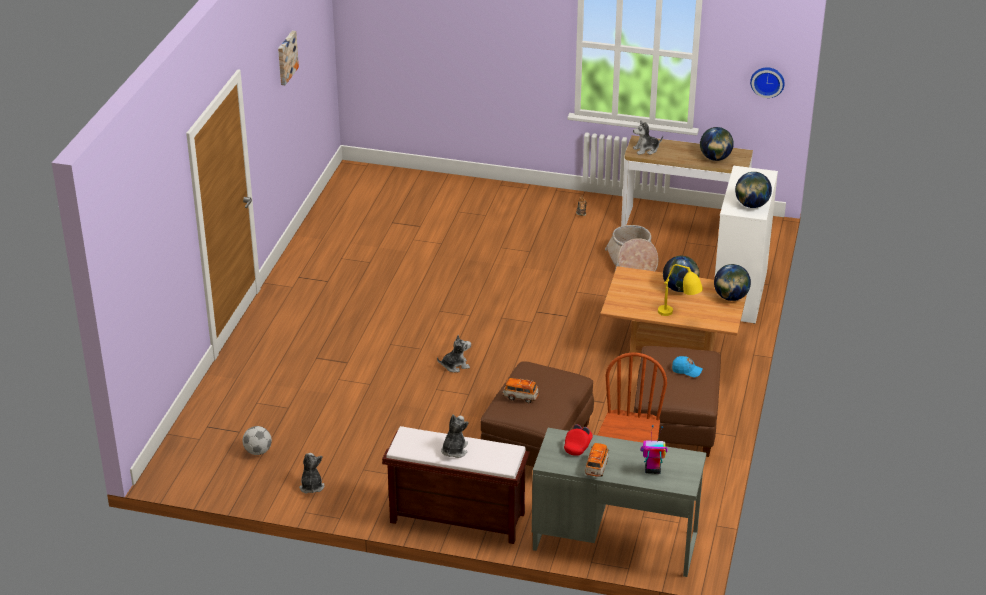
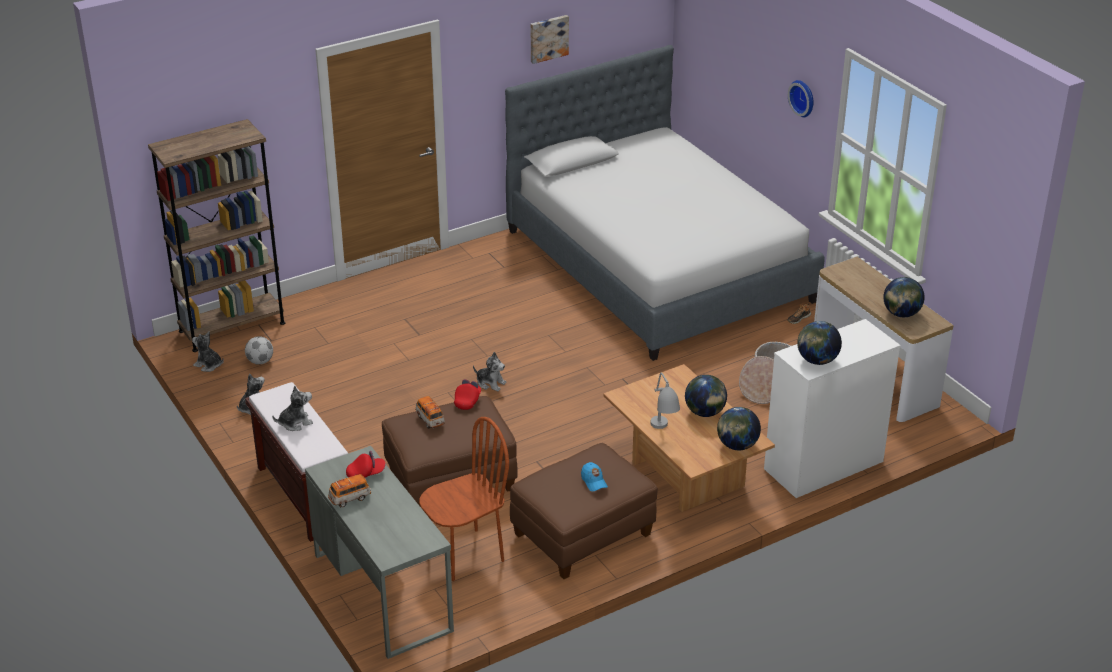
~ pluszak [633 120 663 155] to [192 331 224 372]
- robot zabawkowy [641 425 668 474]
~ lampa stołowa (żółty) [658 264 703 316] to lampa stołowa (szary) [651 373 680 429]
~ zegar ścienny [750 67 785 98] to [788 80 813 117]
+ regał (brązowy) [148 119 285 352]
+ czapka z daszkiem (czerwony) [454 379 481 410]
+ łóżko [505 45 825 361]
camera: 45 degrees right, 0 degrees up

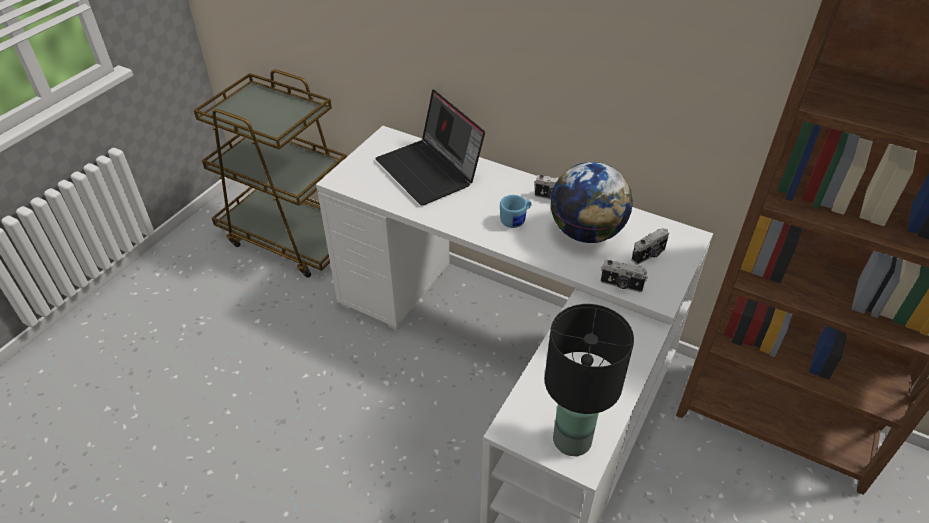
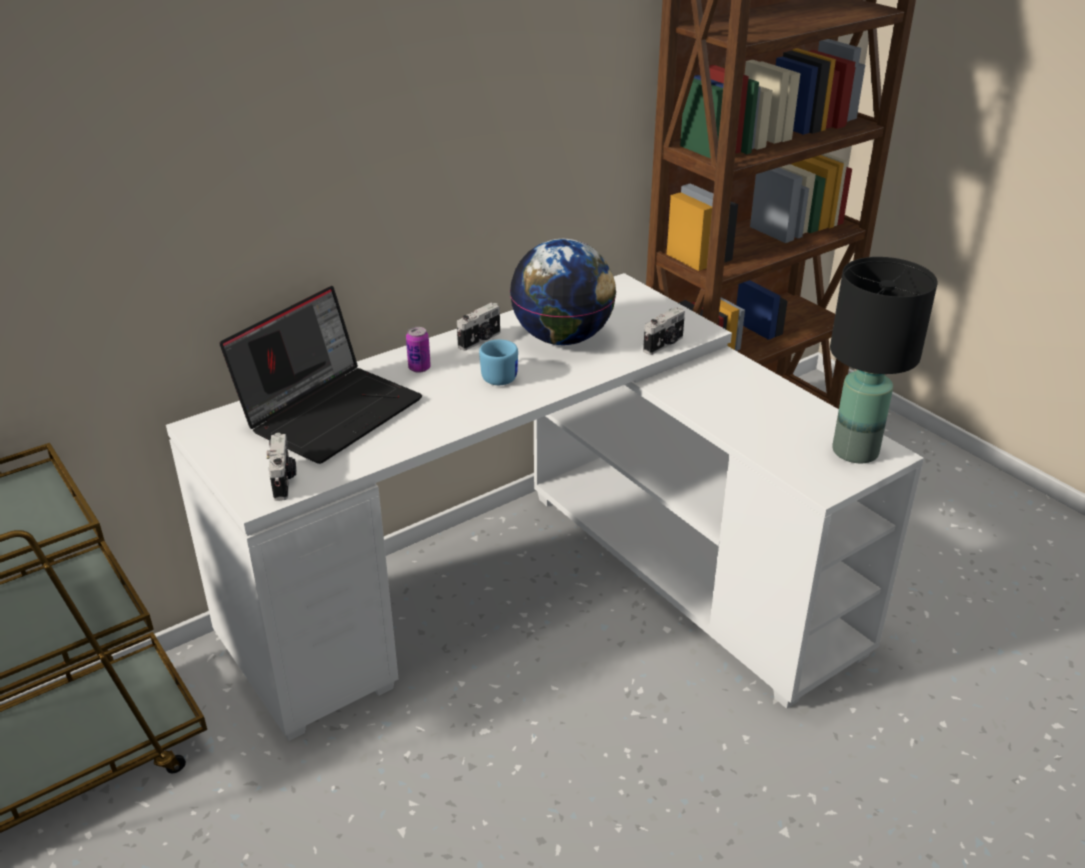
~ laptop [375 90 485 206] = [220 286 422 464] 45 degrees counterclockwise
~ aparat fotograficzny [631 228 669 265] to [267 433 296 501]
+ puszka [406 327 431 373]
camera: 65 degrees left, 10 degrees down

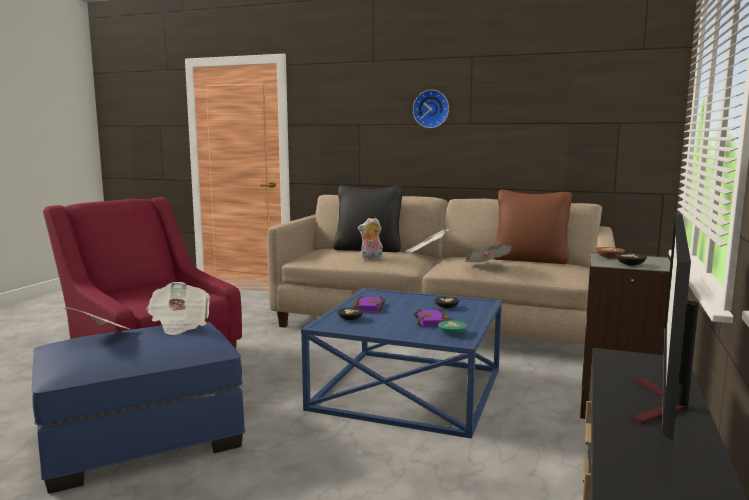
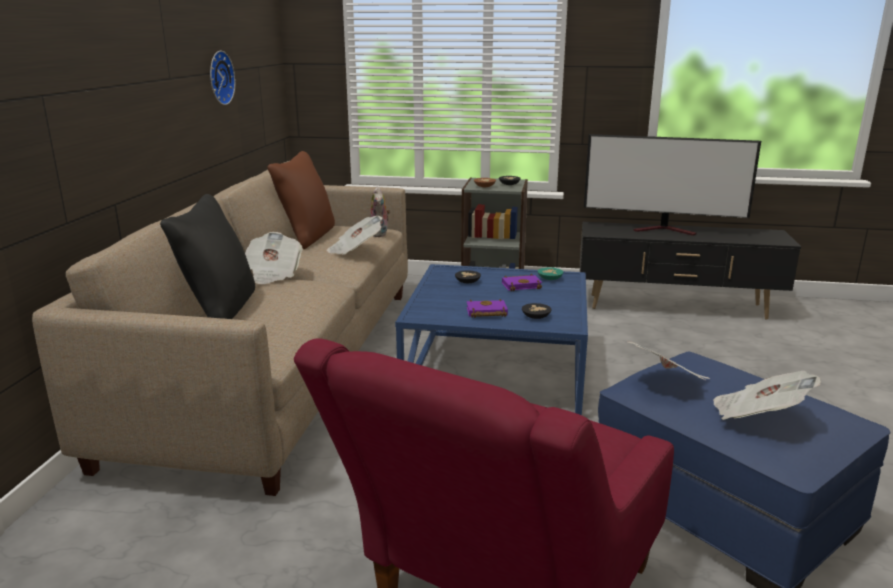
~ pluszak [358 218 383 260] to [371 186 390 237]
~ zegar ścienny [413 90 449 128] to [210 51 236 105]
camera: 100 degrees left, 10 degrees up

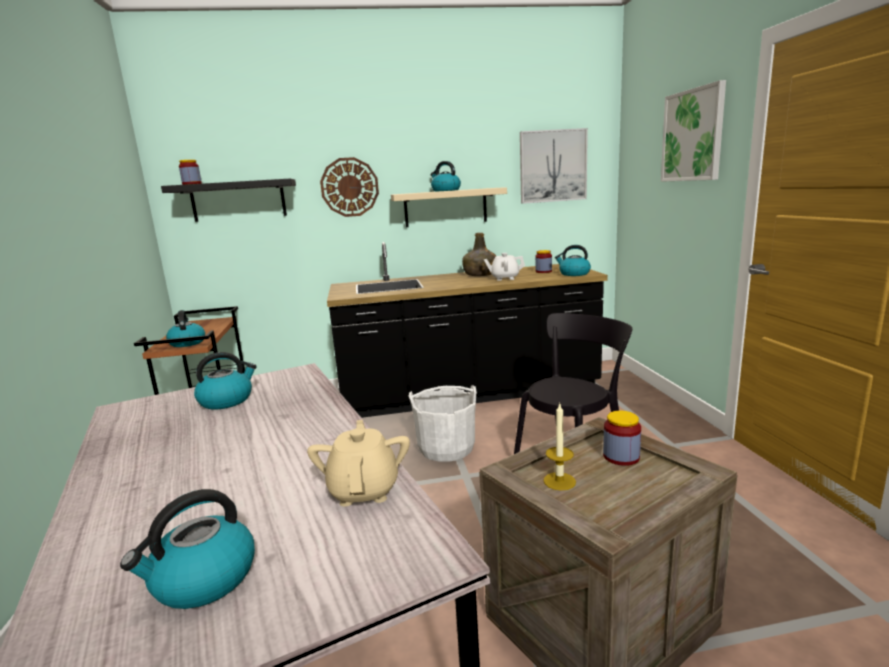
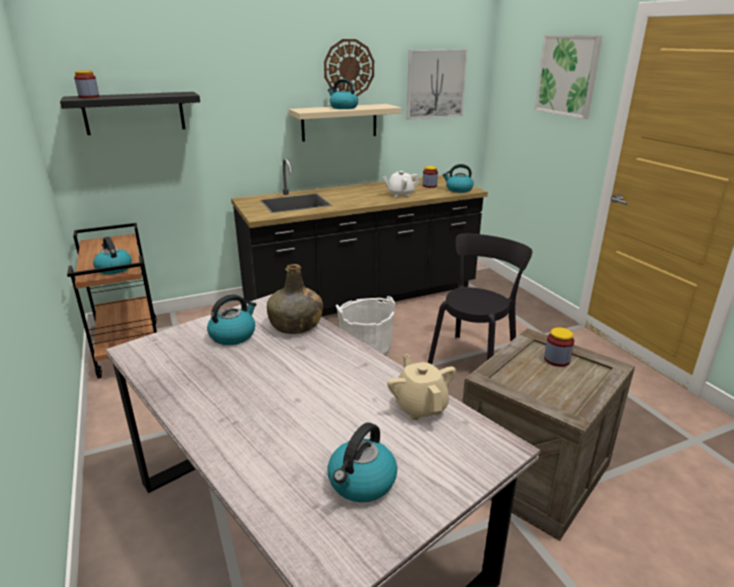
~ zegar ścienny [320 157 379 217] to [324 39 374 97]
~ butelka (zielony) [462 233 496 276] to [267 264 323 334]
- świeca [543 402 576 491]
camera: 15 degrees left, 10 degrees up

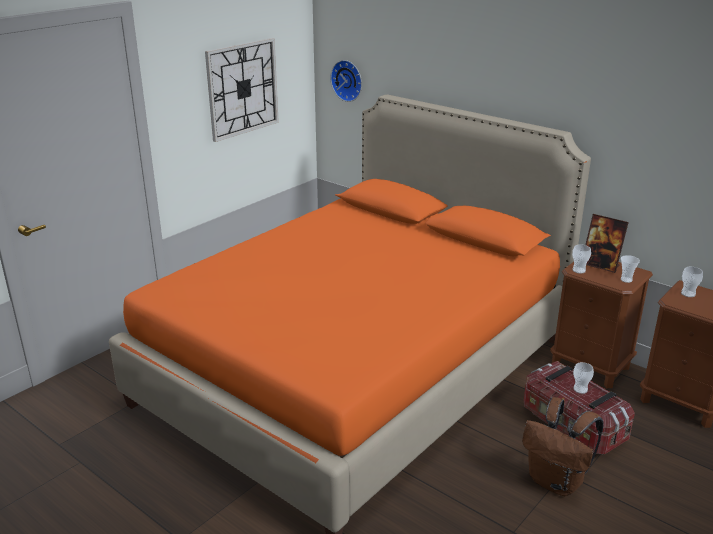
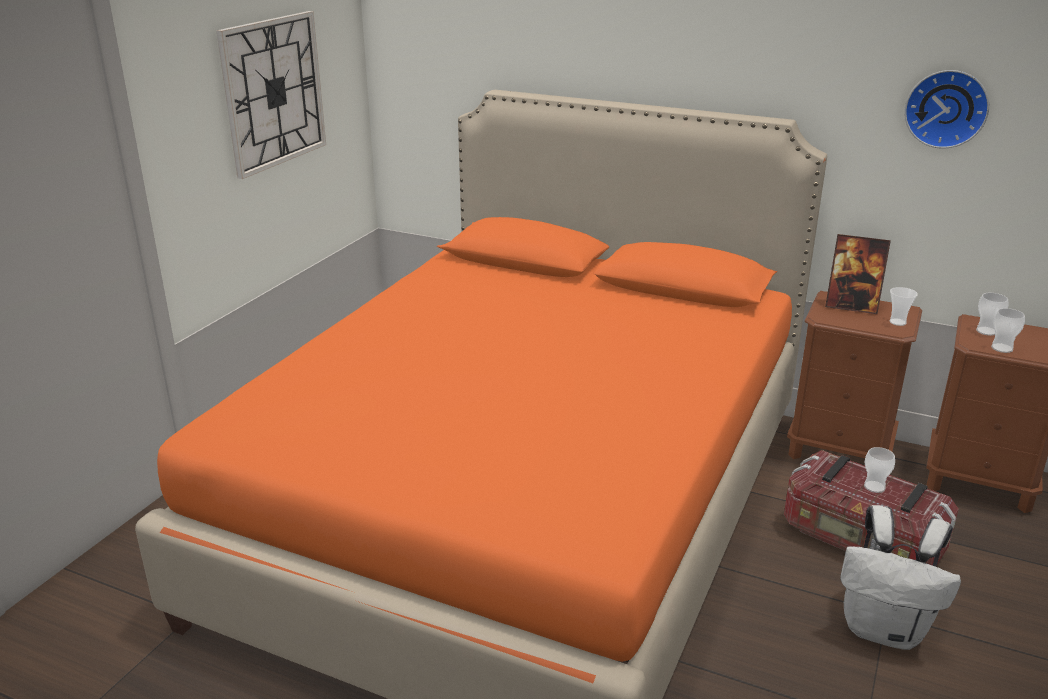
~ zegar ścienny [330 60 362 102] to [904 70 989 148]
~ plecak (brązowy) [522 397 604 496] to plecak (biały) [840 505 961 650]
~ filiżanka [572 245 591 274] to [991 308 1025 353]
camera: 15 degrees left, 0 degrees up

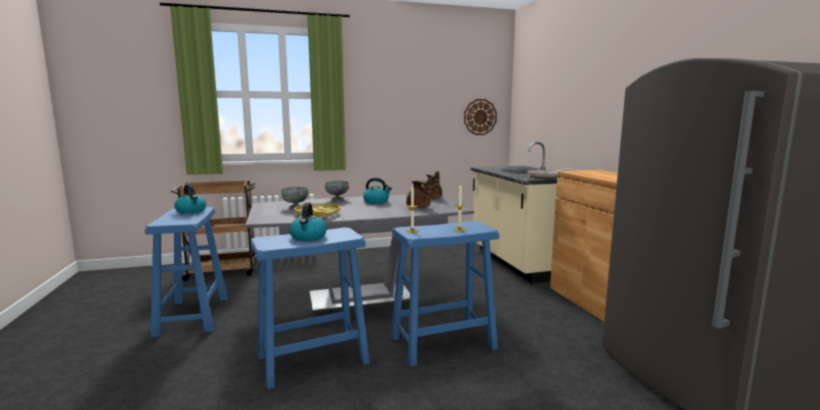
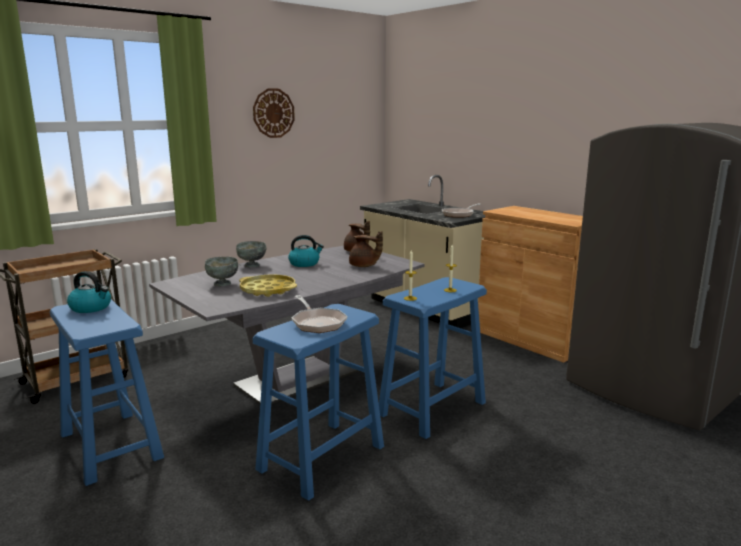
~ czajnik [289 202 327 241] to patelnia [292 295 347 333]
~ zegar ścienny [464 99 497 135] to [253 88 295 138]
camera: 25 degrees left, 5 degrees up

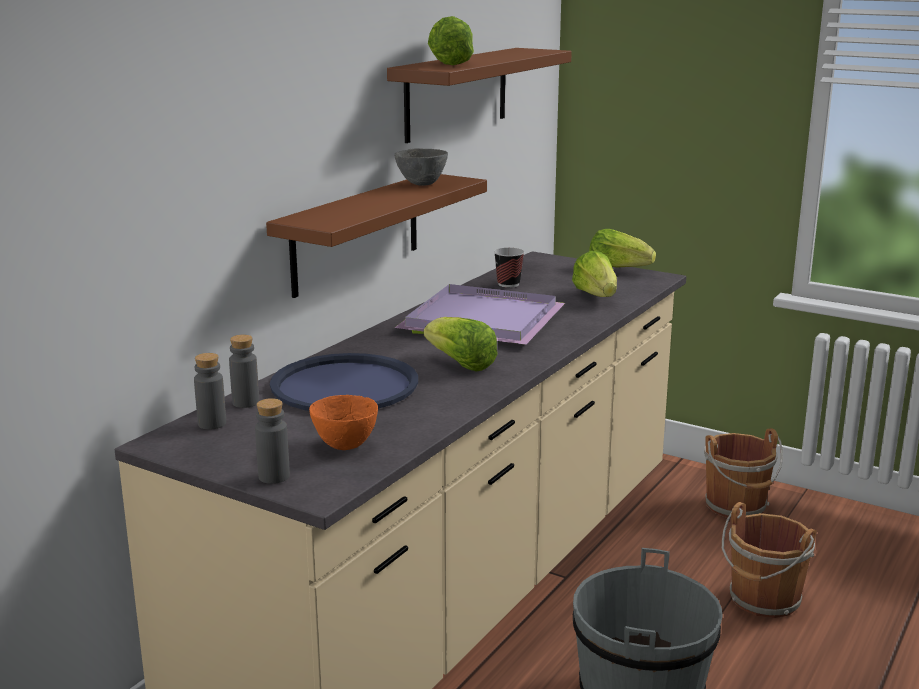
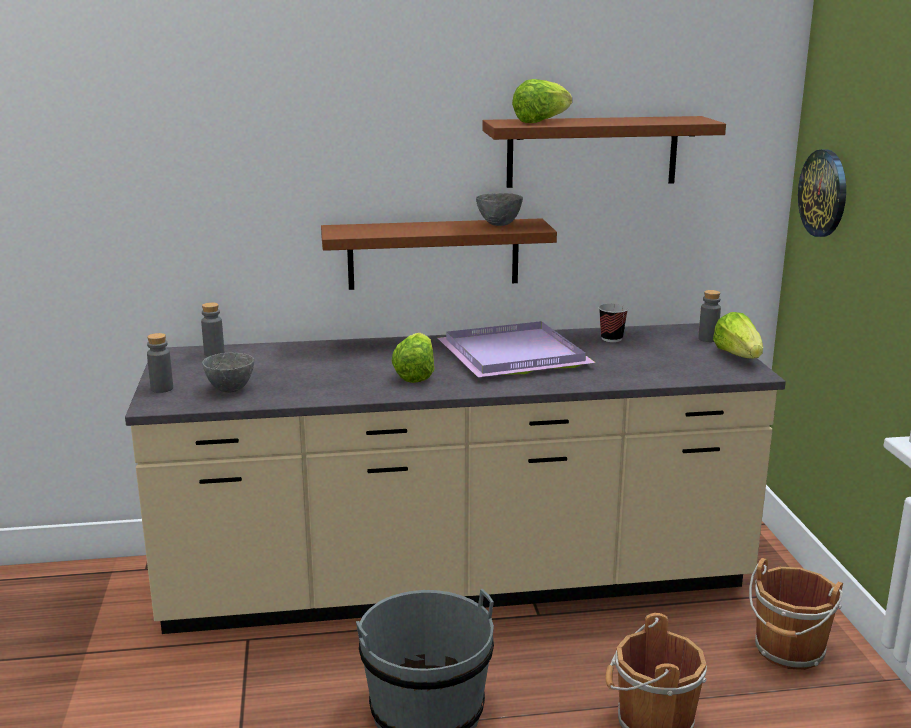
~ butelka (szary) [229 335 259 408] to [698 290 721 342]
- taca (niebieski) [270 353 418 411]
~ miska (pomarańczowy) [309 395 378 450] to miska (szary) [202 353 254 392]
- sałata [572 251 617 297]
+ zegar ścienny [798 149 846 237]
camera: 50 degrees right, 0 degrees up

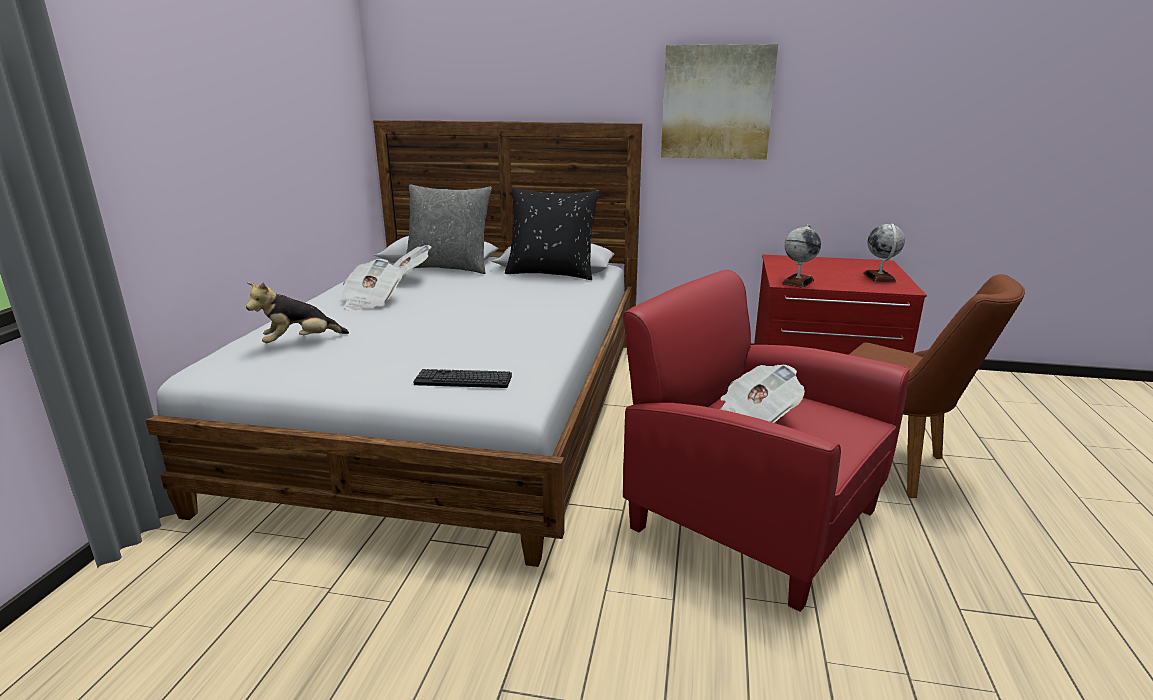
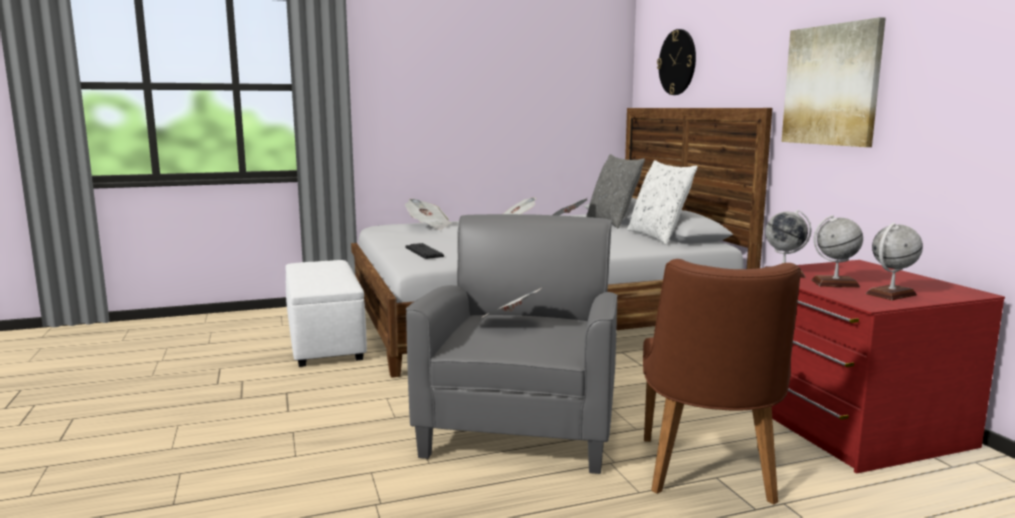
~ pluszak [246 282 349 343] to gazeta [405 199 451 230]
~ poduszka (czarny) [505 188 600 280] to poduszka (biały) [627 160 698 245]
~ fotel (czerwony) [623 270 910 612] to fotel (szary) [406 214 618 474]
+ pufa (biały) [285 260 367 367]
+ zegar ścienny [657 29 696 95]
+ globus [811 215 863 287]
camera: 60 degrees right, 10 degrees down

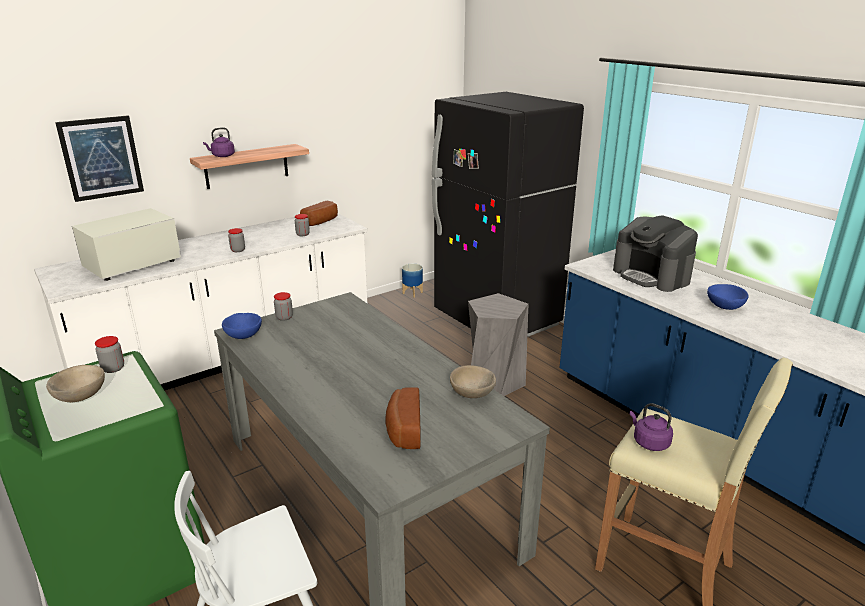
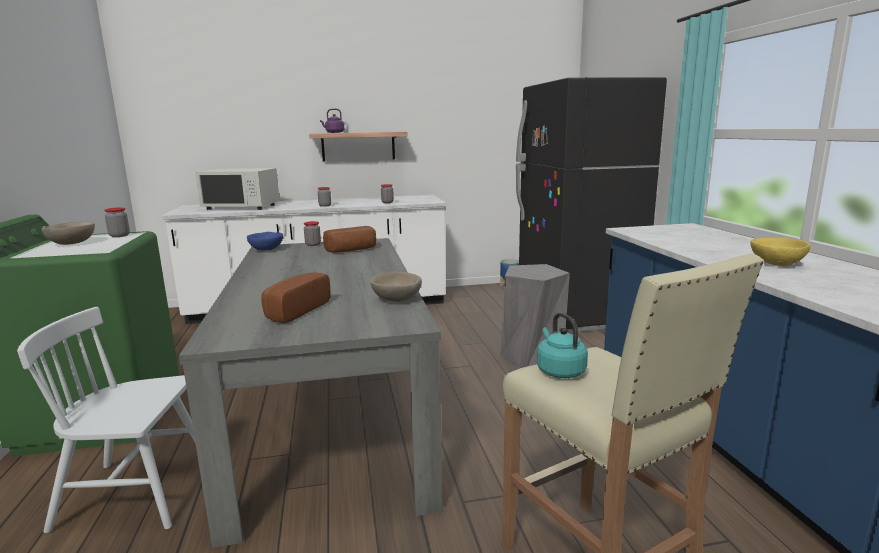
- obraz [55 115 144 202]
~ mikrofalówka (biały) [72 208 181 281] = [195 168 280 210] 150 degrees counterclockwise
~ chleb [300 201 338 226] to [323 226 376 253]
- ekspres do kawy [613 215 698 292]
~ czajnik (fioletowy) [629 403 673 451] to czajnik (turkusowy) [537 313 588 378]
~ miska (niebieski) [707 284 749 310] to miska (żółty) [750 238 810 266]
camera: 25 degrees right, 10 degrees down

